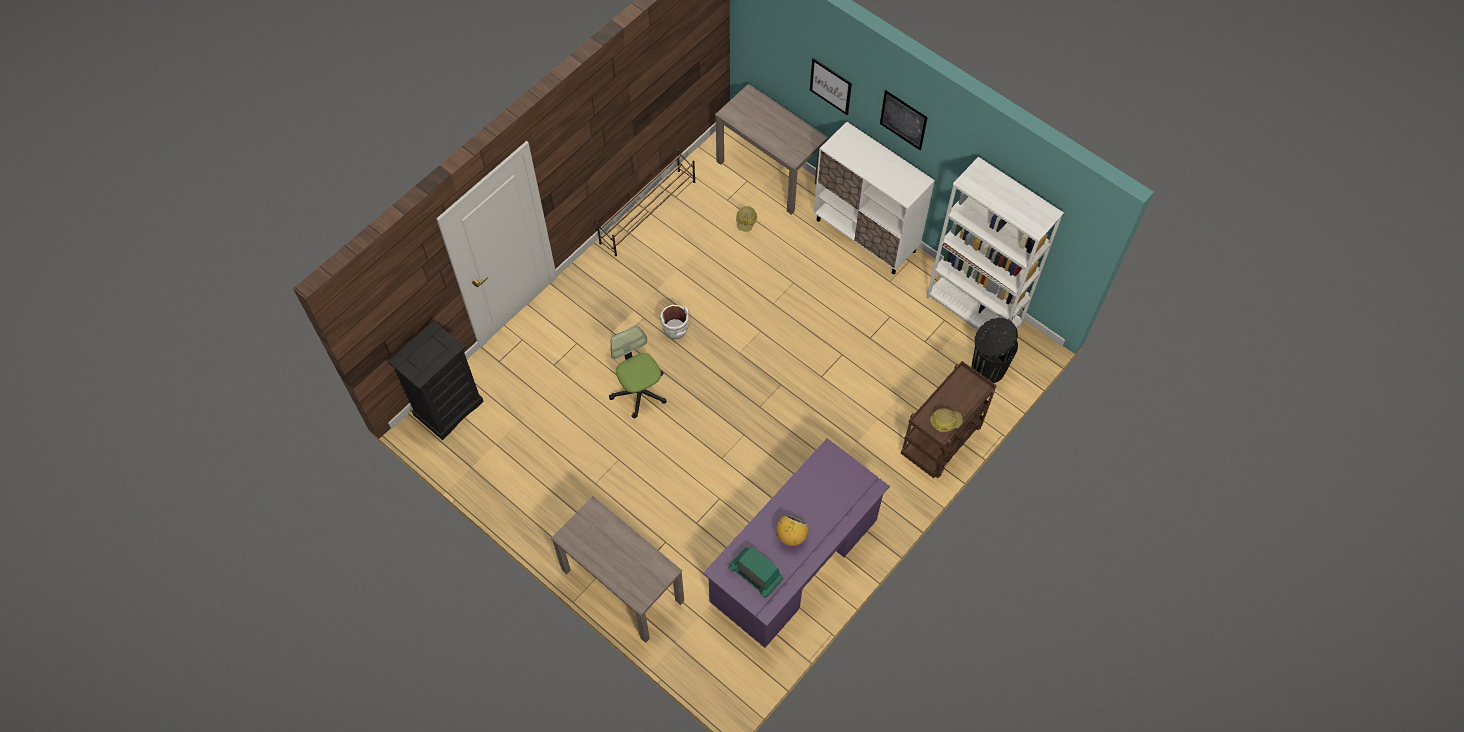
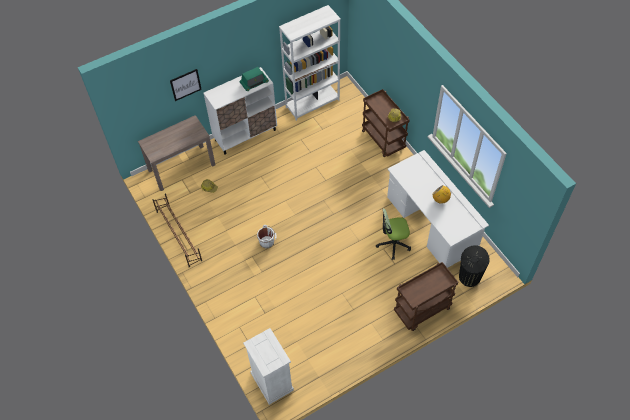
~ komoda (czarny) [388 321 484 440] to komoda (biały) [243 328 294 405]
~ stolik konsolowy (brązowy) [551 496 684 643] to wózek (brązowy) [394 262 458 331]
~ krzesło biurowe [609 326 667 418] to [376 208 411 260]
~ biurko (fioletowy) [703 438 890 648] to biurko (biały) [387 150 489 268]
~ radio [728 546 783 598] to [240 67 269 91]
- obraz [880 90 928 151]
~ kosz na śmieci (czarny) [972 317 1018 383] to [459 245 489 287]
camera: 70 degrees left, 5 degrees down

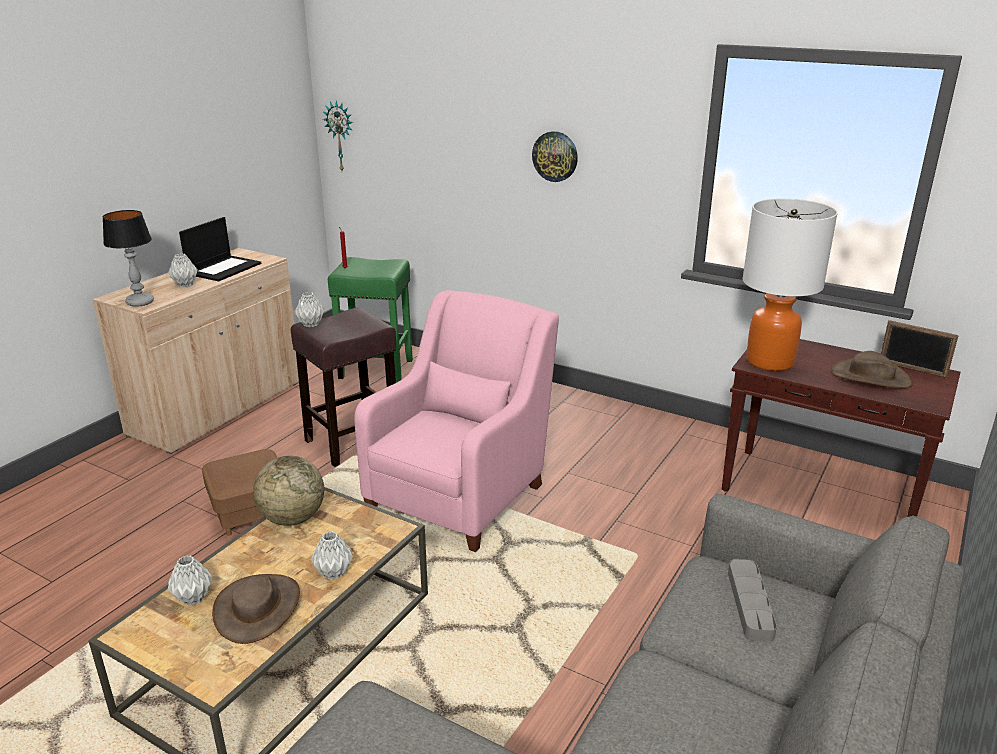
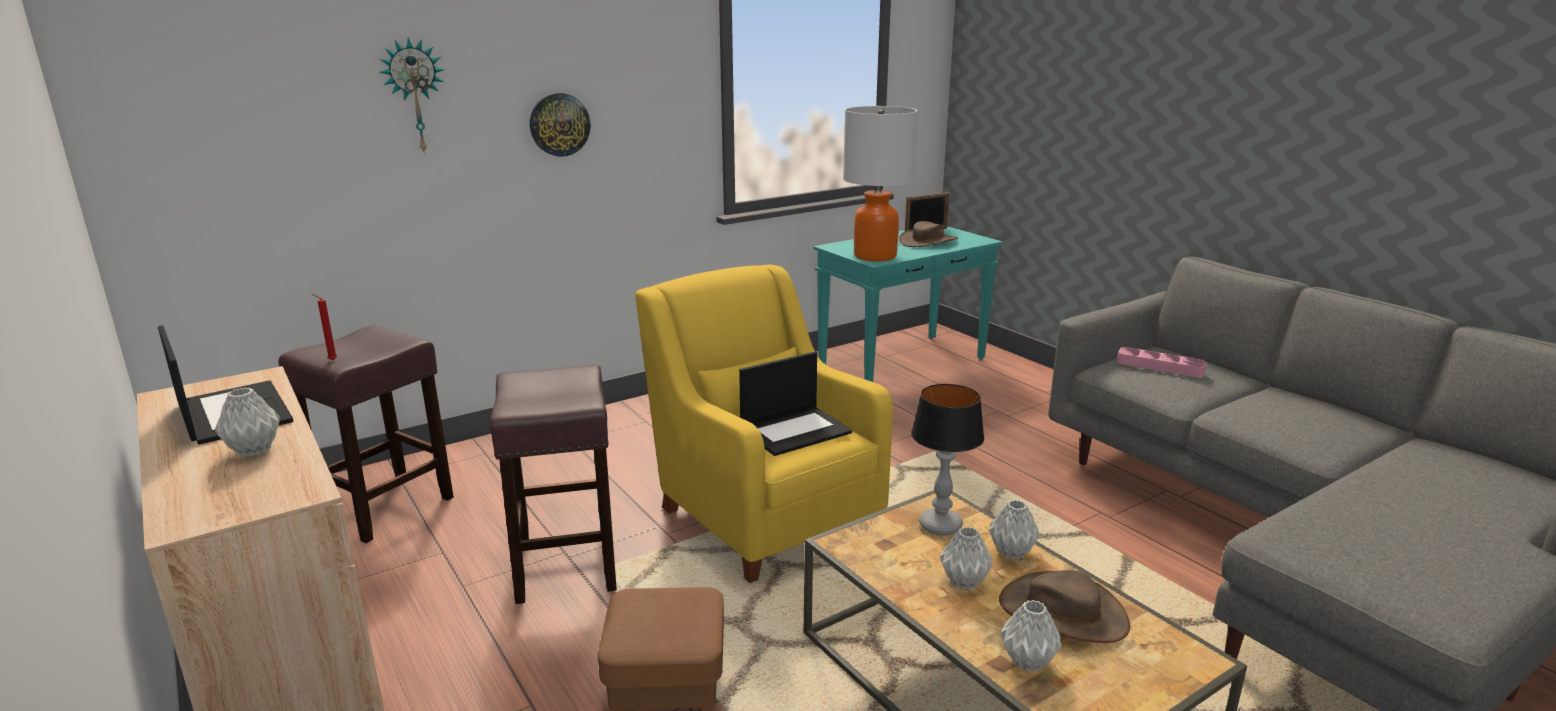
~ lampa stołowa [103 210 154 307] to [911 384 984 536]
- globus [253 456 324 526]
~ wazon (szary) [295 292 324 327] to [940 526 993 590]
~ zegar ścienny [323 101 353 171] to [380 37 445 154]
~ stołek (zielony) [328 257 413 383] to stołek (brązowy) [278 326 454 543]
~ fotel (różowy) [354 290 559 552] to fotel (żółty) [635 265 893 583]
~ stolik konsolowy (brązowy) [722 339 960 517] to stolik konsolowy (turkusowy) [813 226 1003 382]
~ taca (szary) [728 559 777 642] to taca (różowy) [1117 347 1207 378]
+ laptop [739 351 852 456]
camera: 65 degrees left, 5 degrees down

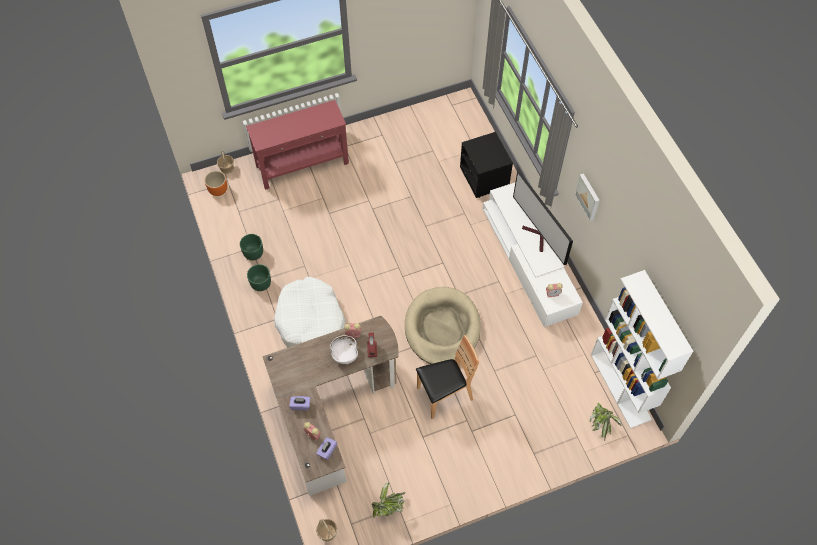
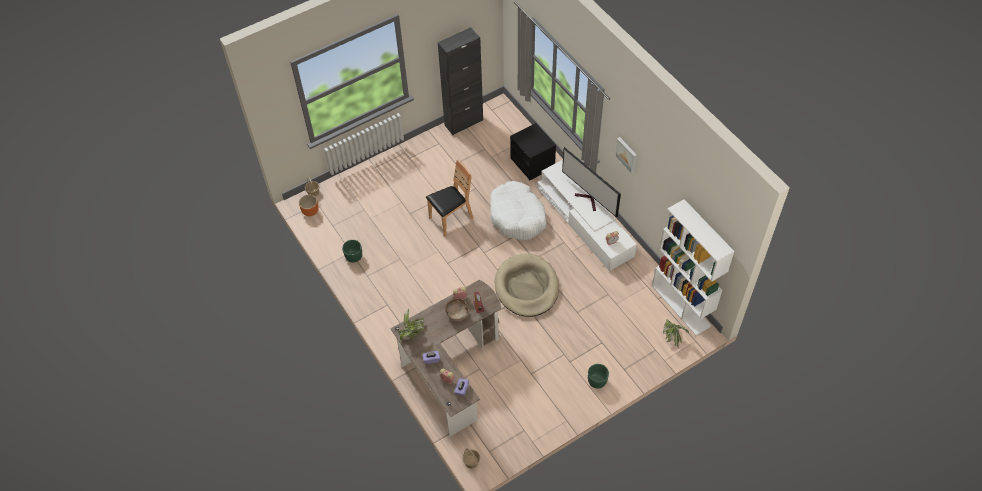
- stolik konsolowy (czerwony) [246 100 349 190]
~ donica (zielony) [247 264 271 291] to [588 364 609 389]
~ legowisko (biały) [274 277 345 347] to [490 181 547 240]
~ miska (biały) [330 335 358 364] to miska (brązowy) [445 298 469 321]
~ roślina doniczkowa [372 482 405 518] to [398 309 425 342]
~ krzesło (brązowy) [416 335 479 419] to [426 160 474 236]
+ szafka (czarny) [438 27 483 135]
camera: 10 degrees left, 5 degrees down

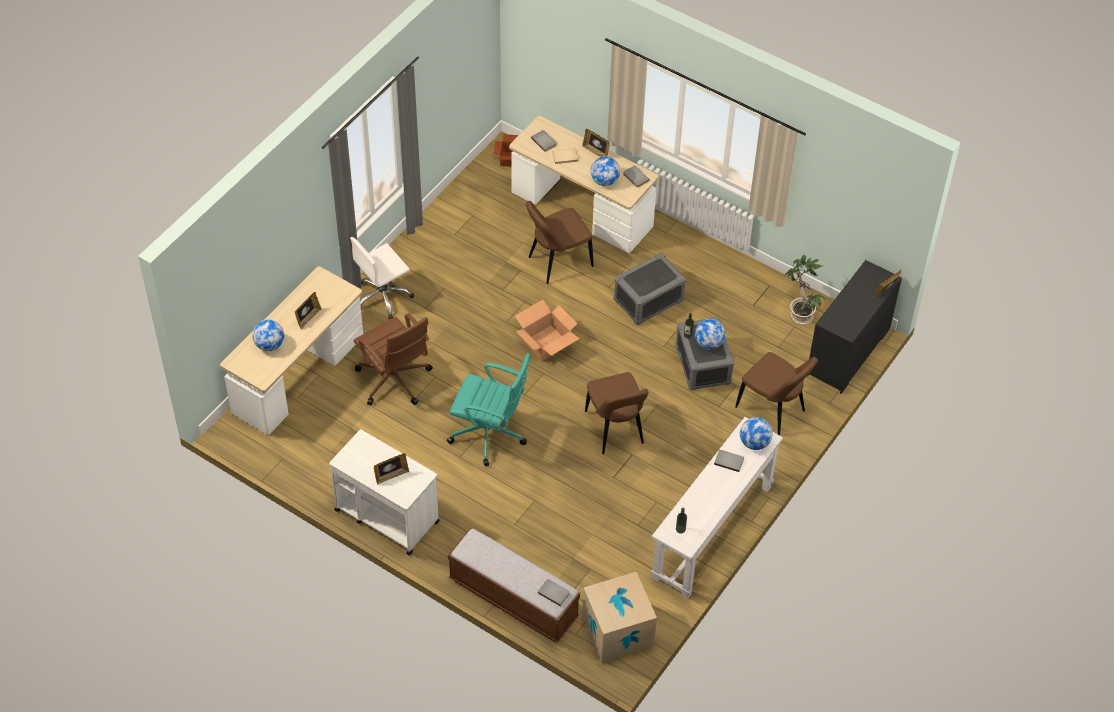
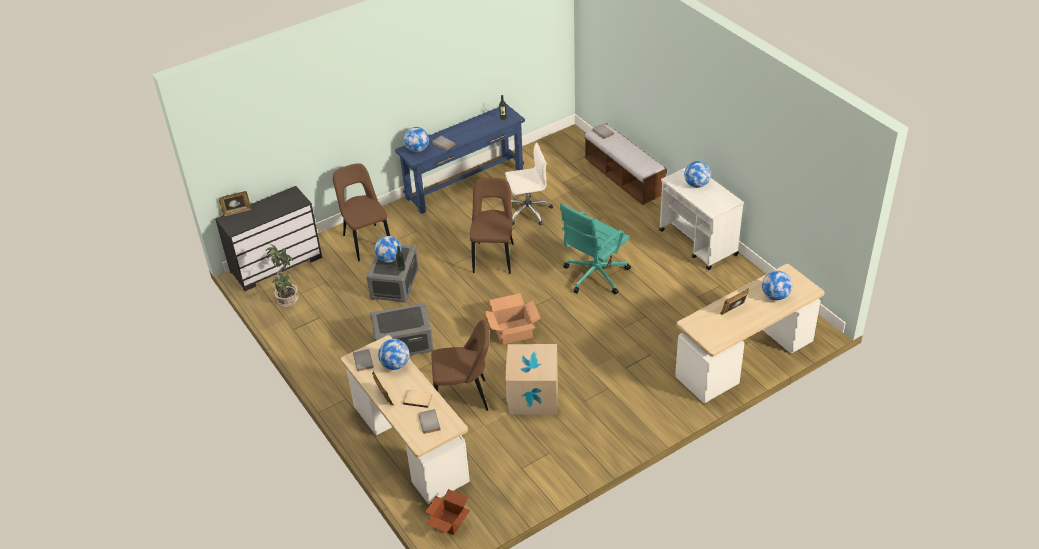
~ krzesło biurowe (biały) [350 237 414 319] to [505 143 553 225]
- krzesło biurowe (brązowy) [354 313 433 405]
~ ramka na zdjęcie [374 453 409 484] to globus [684 161 711 188]
~ krzesło biurowe (turkusowy) [447 353 531 466] = [560 203 631 294] 90 degrees counterclockwise
~ karton [582 572 657 663] to [505 344 558 415]
~ stolik konsolowy (biały) [651 417 783 599] to stolik konsolowy (niebieski) [395 104 525 214]
camera: 155 degrees left, 10 degrees down

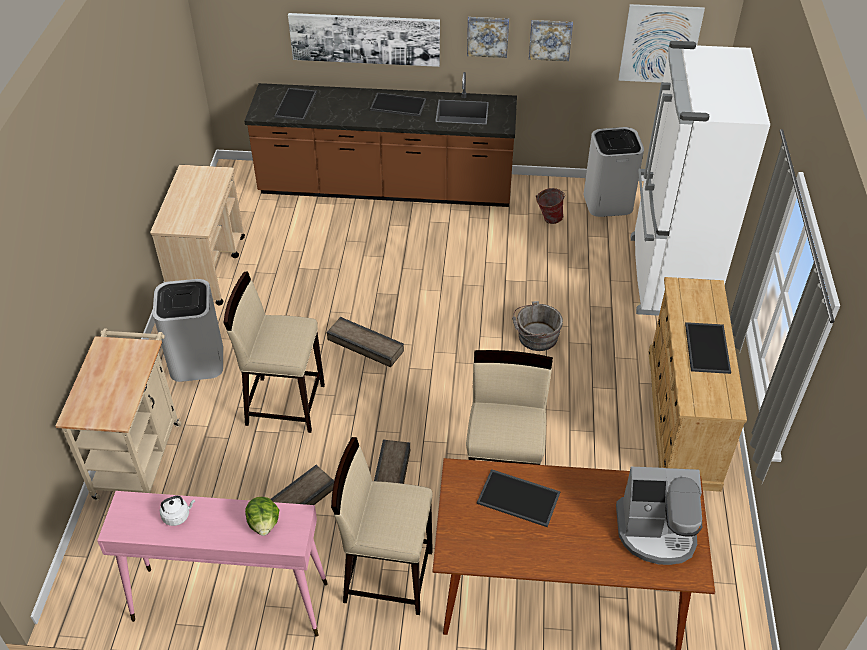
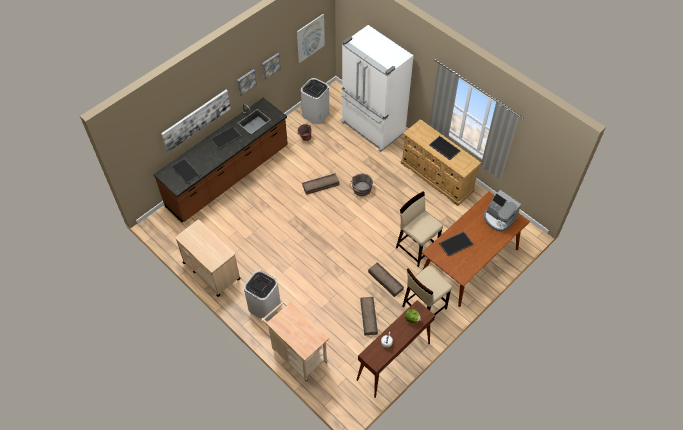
~ stolik konsolowy (różowy) [97 491 328 637] to stolik konsolowy (brązowy) [356 300 435 398]
- stołek (beżowy) [223 272 325 433]
~ skrzynka [327 317 404 367] to [302 174 339 195]
~ ekspres do kawy [616 467 702 565] = [484 190 521 232] 90 degrees clockwise
camera: 50 degrees left, 10 degrees up

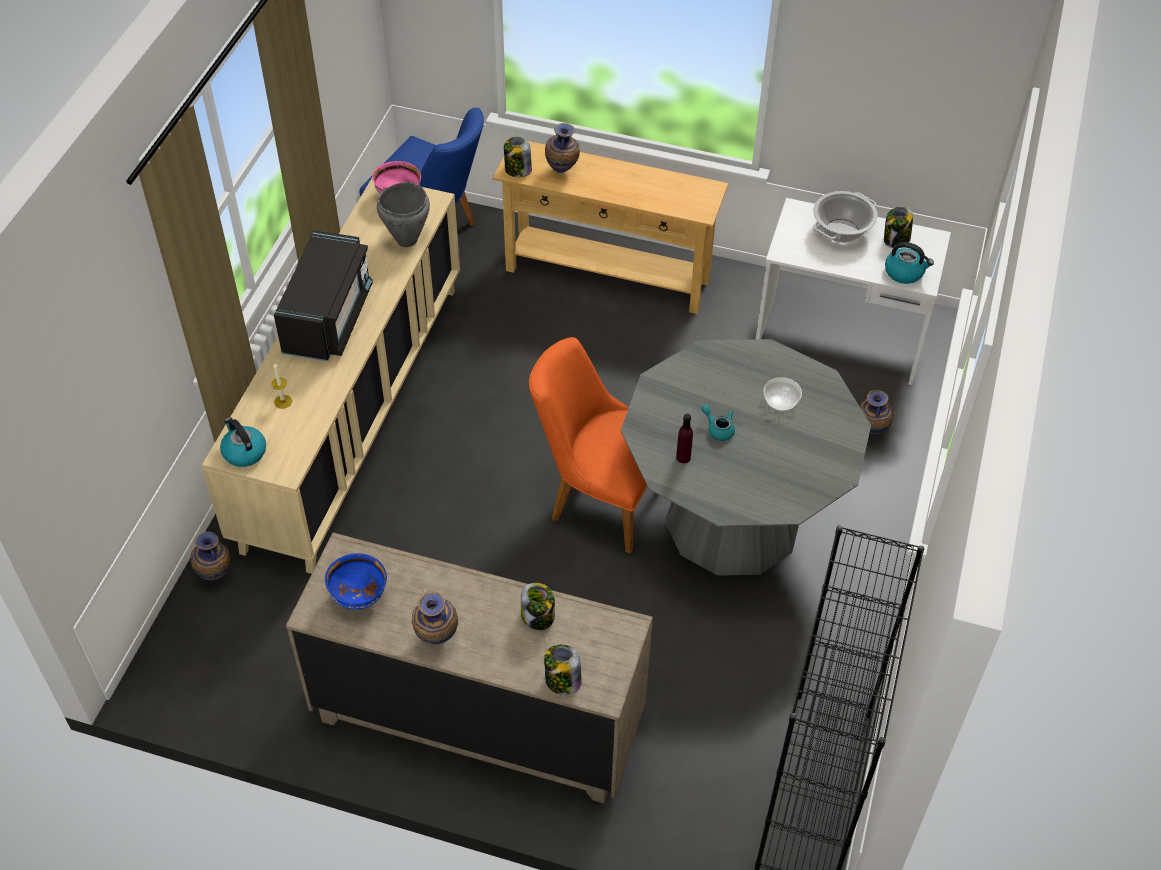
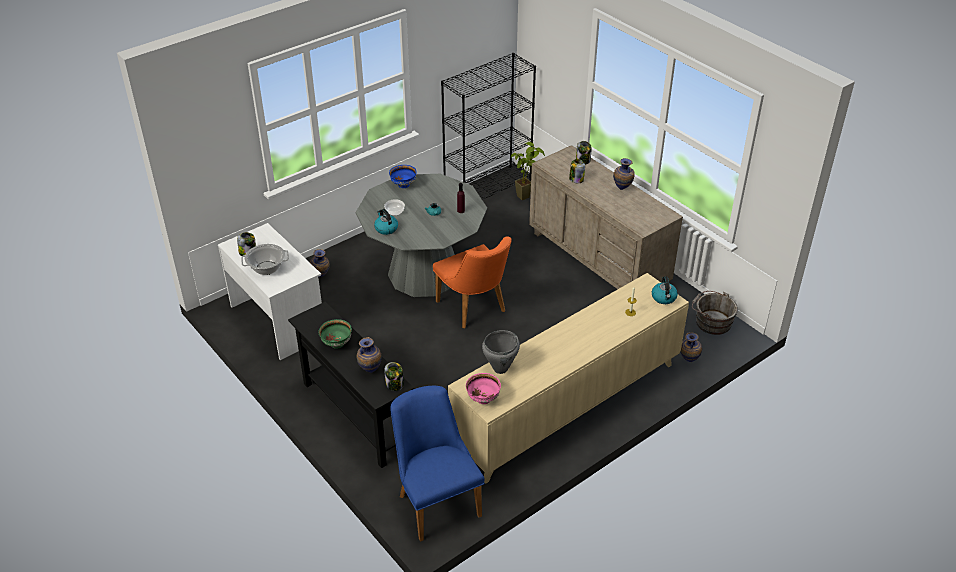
- mikrofalówka (czarny) [274 230 373 361]
~ miska (niebieski) [325 553 387 610] to [389 165 417 188]
~ stolik konsolowy (beżowy) [493 141 728 314] to stolik konsolowy (czarny) [288 302 414 468]
~ czajnik [885 242 934 284] to [374 209 398 235]
+ miska (zielony) [318 319 352 349]
+ roślina doniczkowa [510 142 545 200]
+ wiadro (szary) [692 291 738 335]
camera: 145 degrees left, 10 degrees down

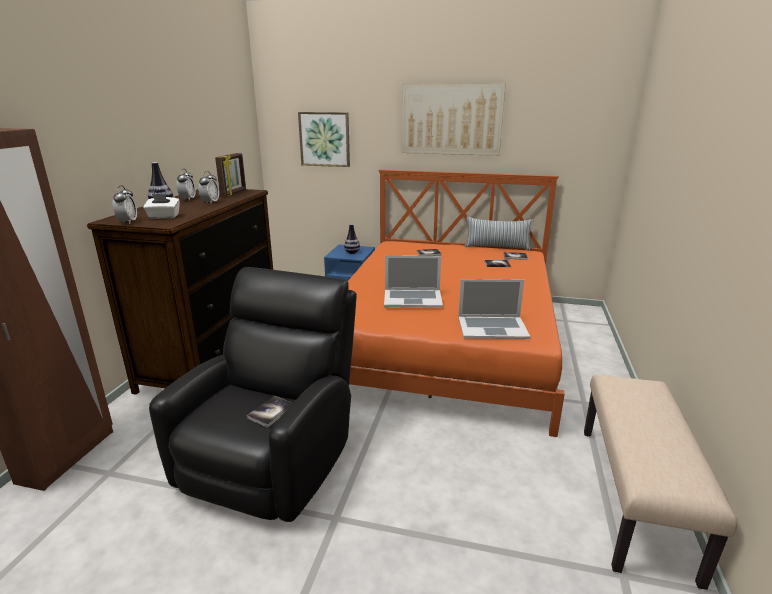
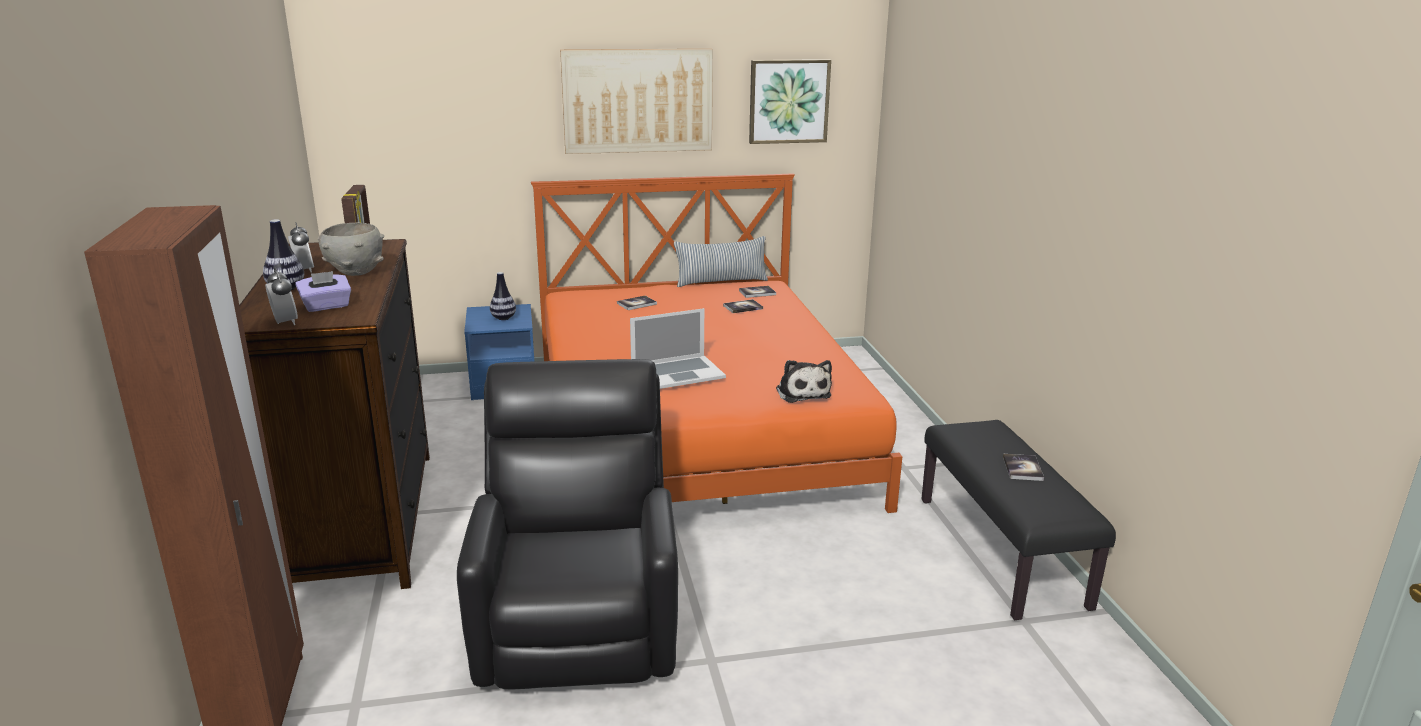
~ pudełko chusteczek (biały) [143 194 180 219] to pudełko chusteczek (fioletowy) [295 271 351 312]
~ budzik [198 171 219 203] to miska (szary) [318 222 384 276]
~ książka [246 396 292 428] to [1003 454 1044 481]
~ obraz [298 112 350 167] to [749 59 831 144]
~ laptop [458 279 531 339] to pluszak [776 360 832 403]
~ ławka (beżowy) [584 374 737 590] to ławka (czarny) [921 420 1116 620]
camera: 25 degrees left, 0 degrees up

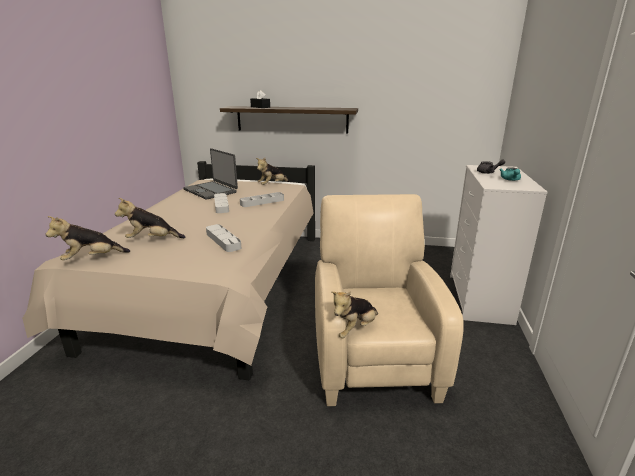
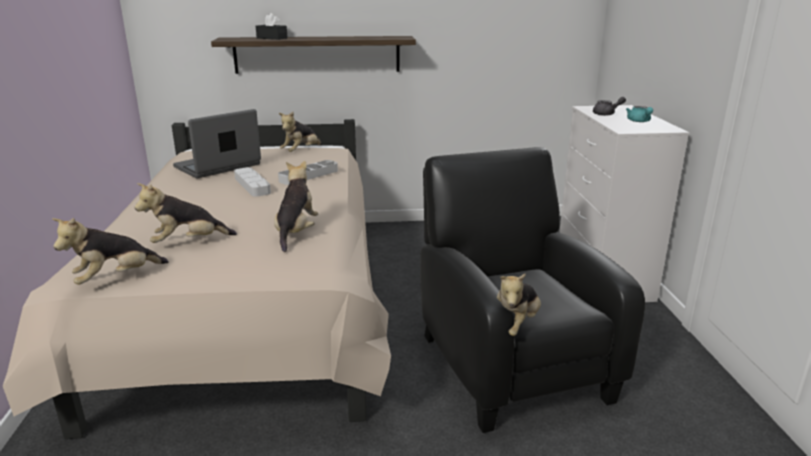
~ laptop [183 148 238 200] = [173 109 261 178] 105 degrees clockwise
~ taca (szary) [206 224 241 252] to pluszak [274 161 318 252]
~ fotel (beżowy) [315 194 464 406] to fotel (czarny) [420 147 645 433]
camera: 15 degrees left, 0 degrees up

